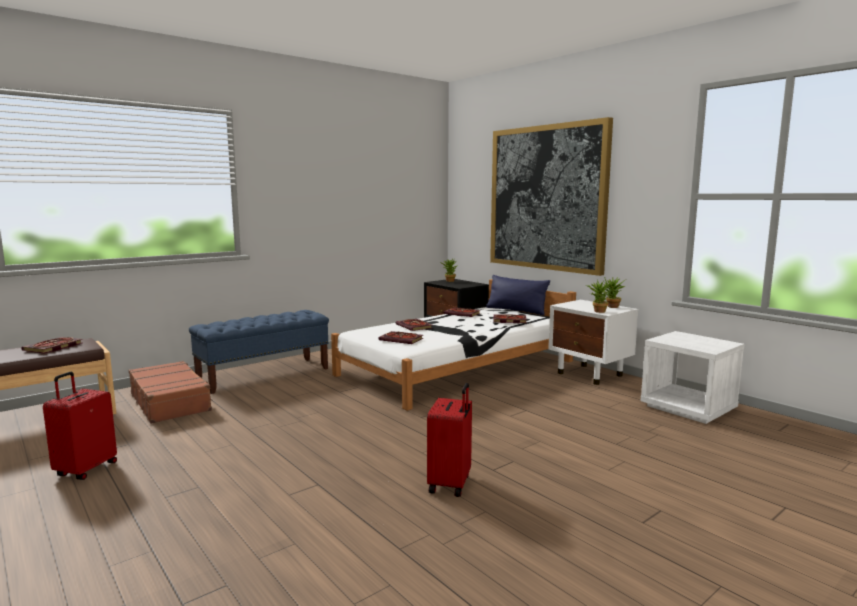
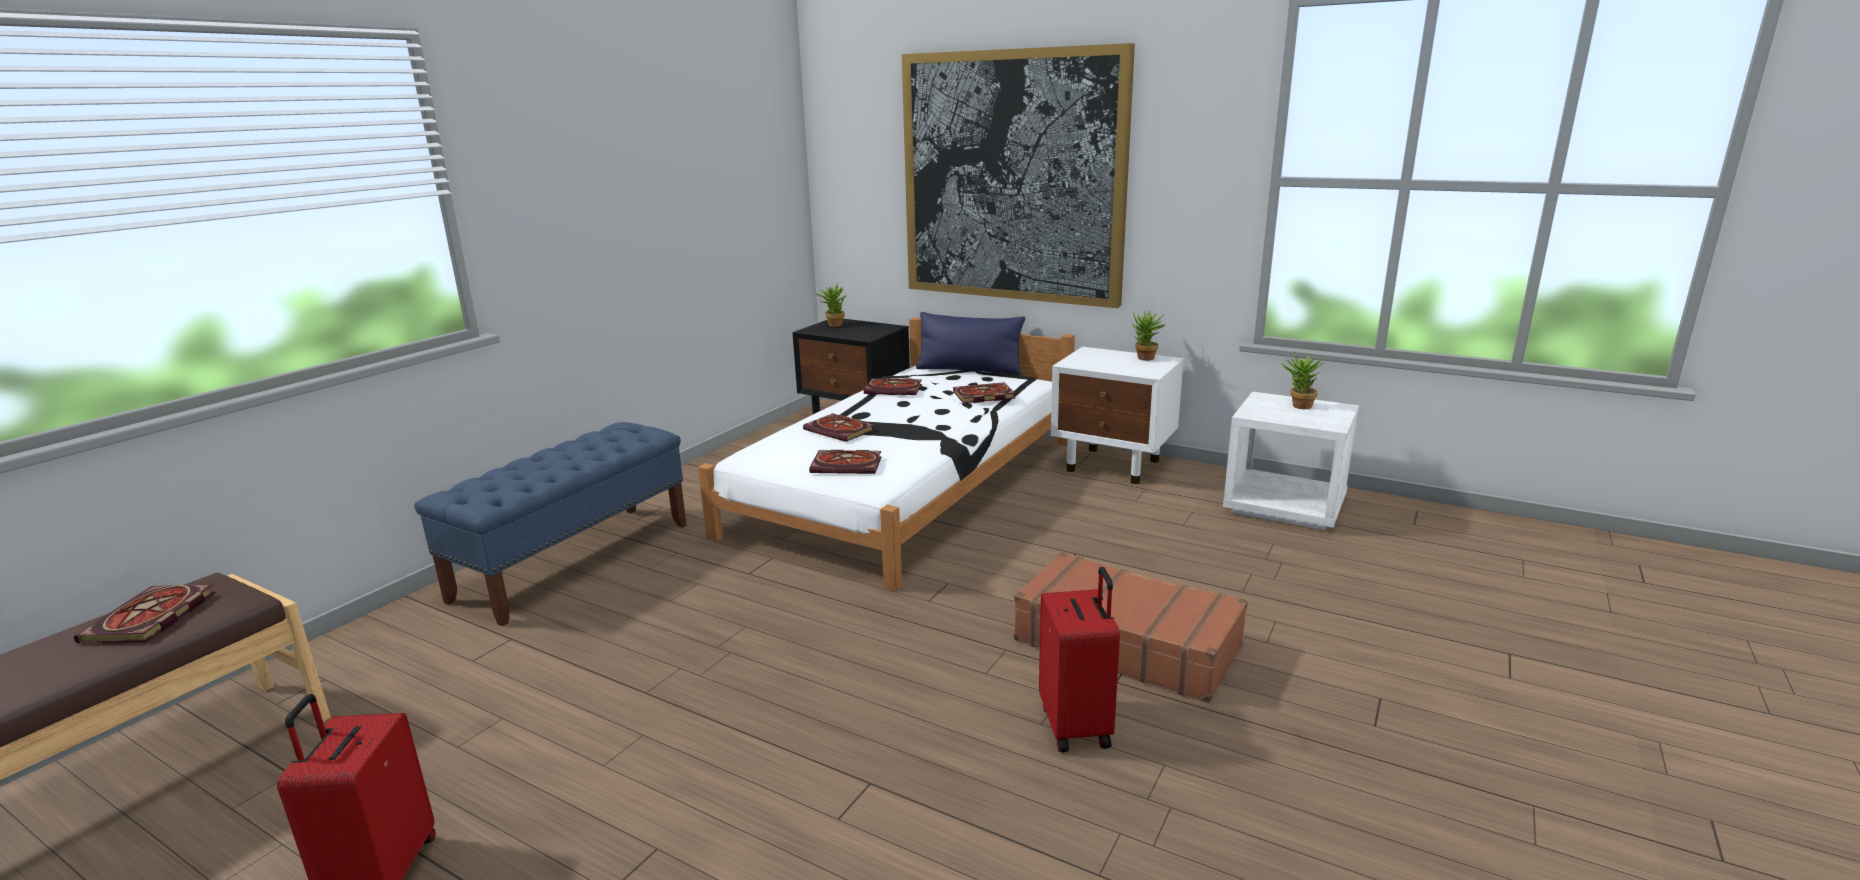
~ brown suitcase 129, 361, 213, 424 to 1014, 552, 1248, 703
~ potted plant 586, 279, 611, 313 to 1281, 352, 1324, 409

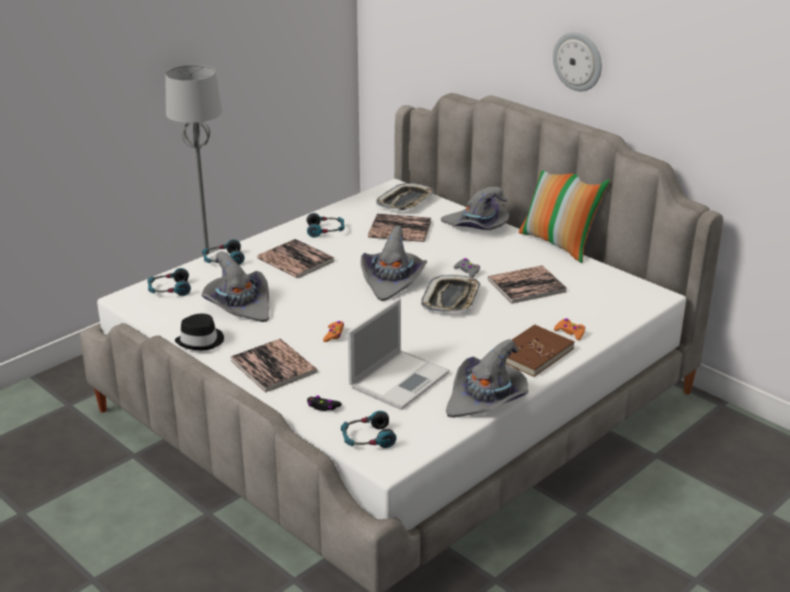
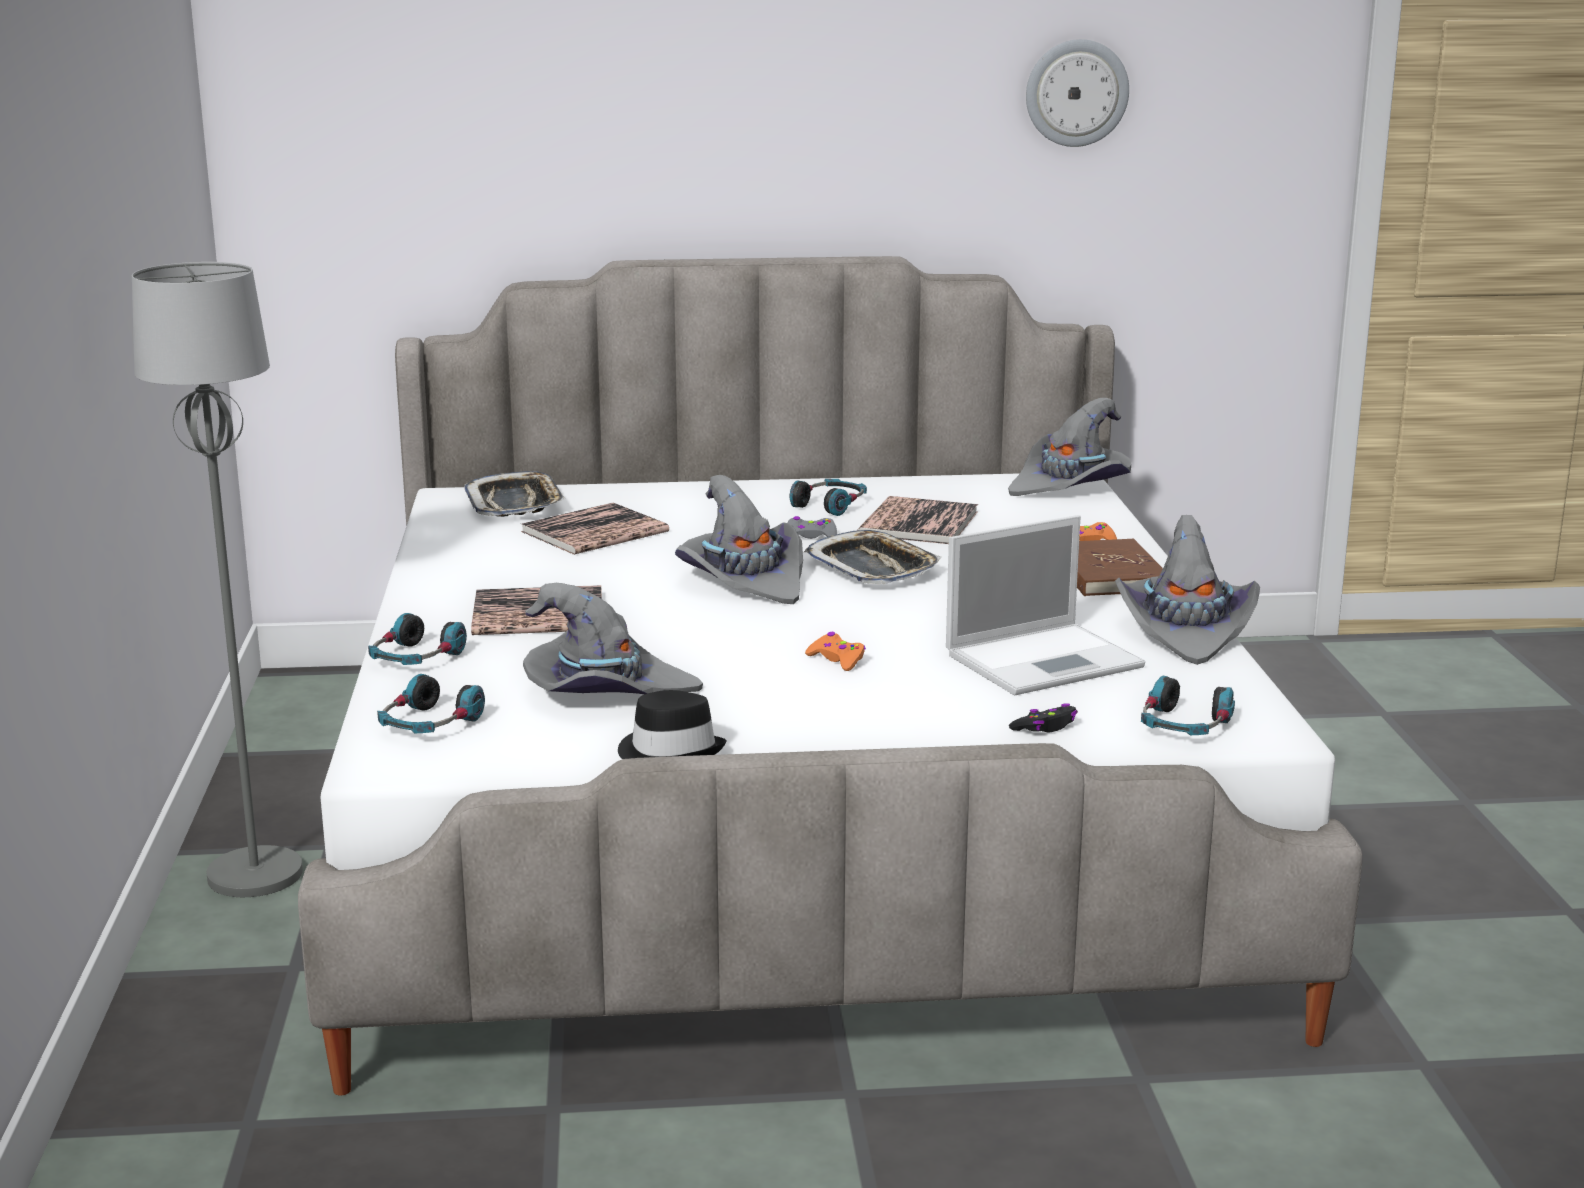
~ headphones 306, 213, 345, 238 to 790, 479, 867, 516
~ laptop 348, 298, 450, 410 = 946, 515, 1145, 695 75 degrees clockwise
~ grey hat 441, 187, 509, 230 to 1008, 398, 1131, 496
~ wall clock 553, 32, 602, 91 to 1026, 39, 1129, 147
- book 230, 339, 318, 393
- pillow 519, 171, 610, 263

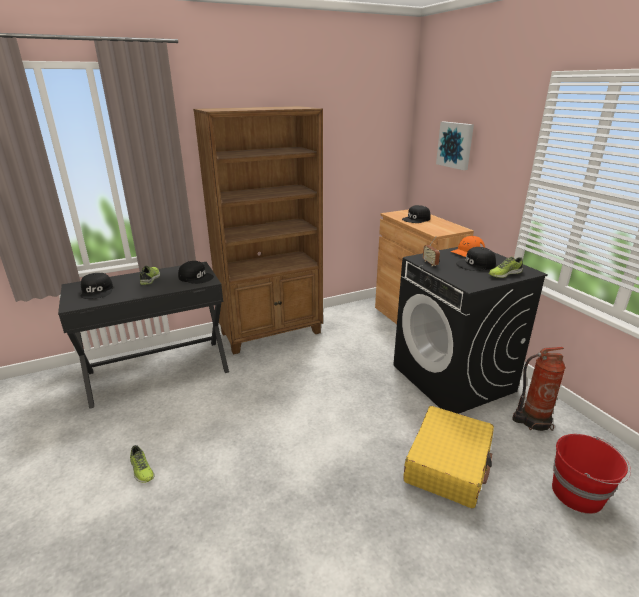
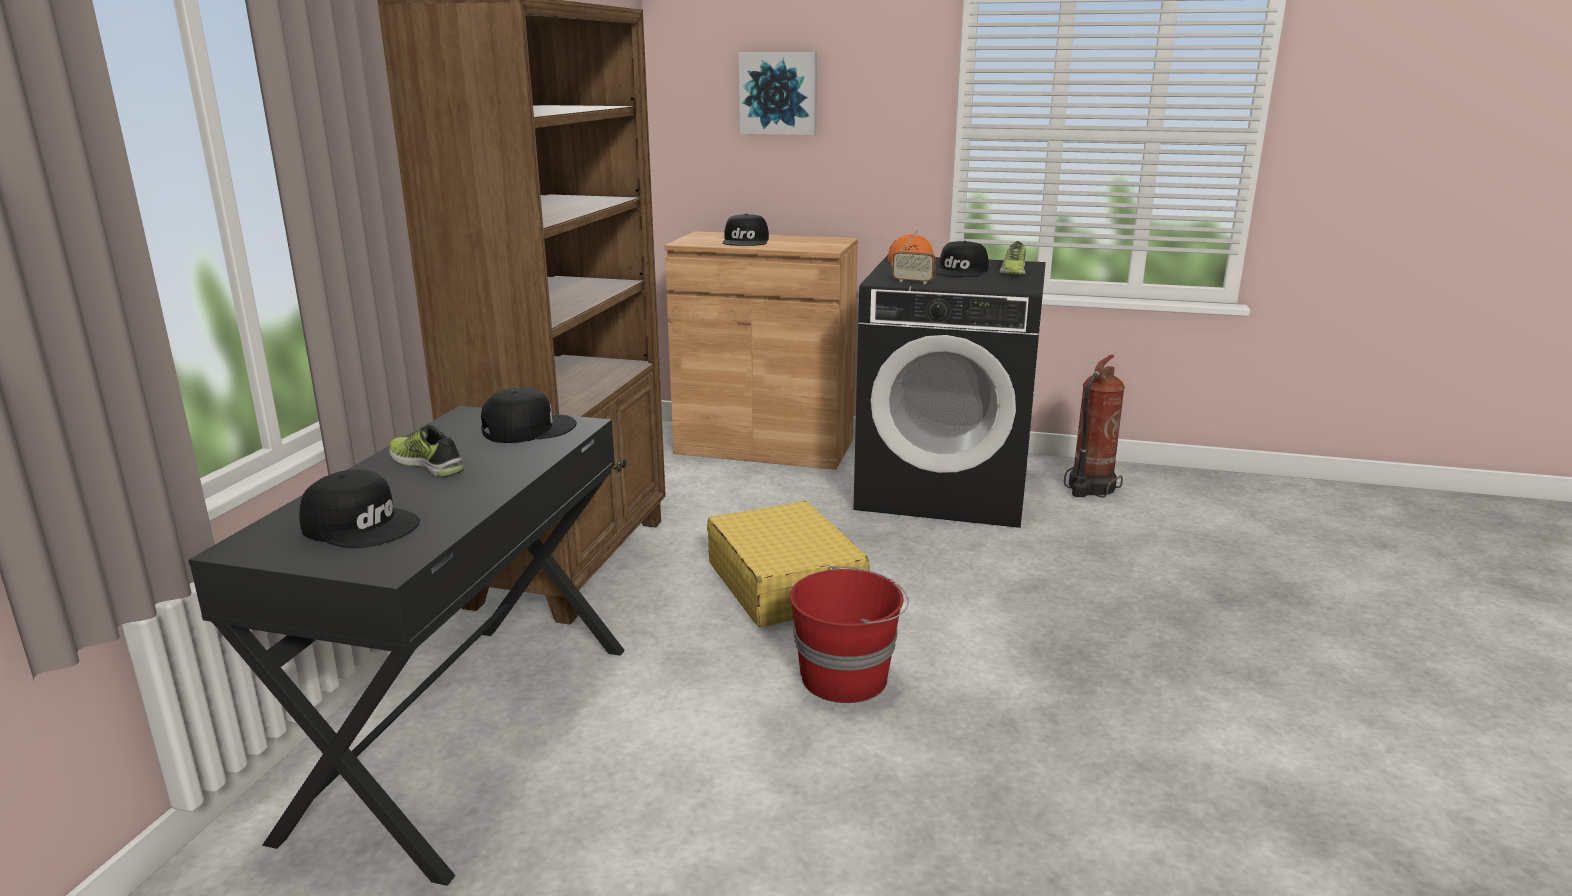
~ yellow suitcase 403, 406, 494, 508 to 707, 501, 870, 627
~ red bucket 552, 434, 631, 514 to 790, 566, 909, 703
- shoe 130, 445, 155, 483

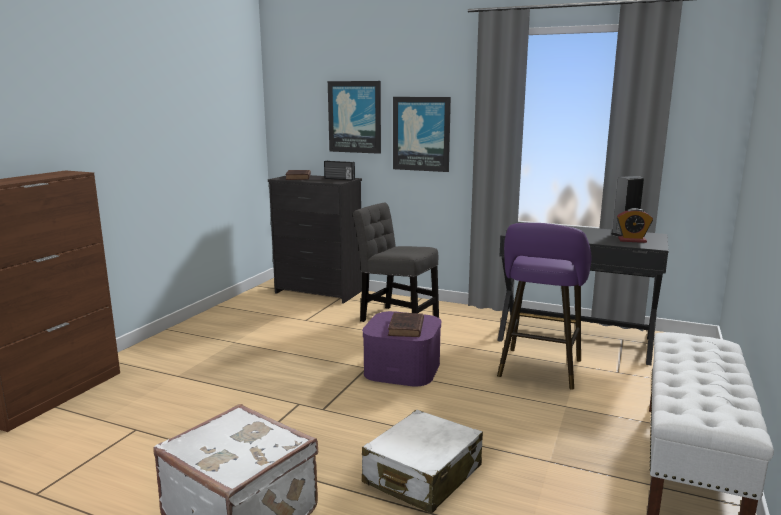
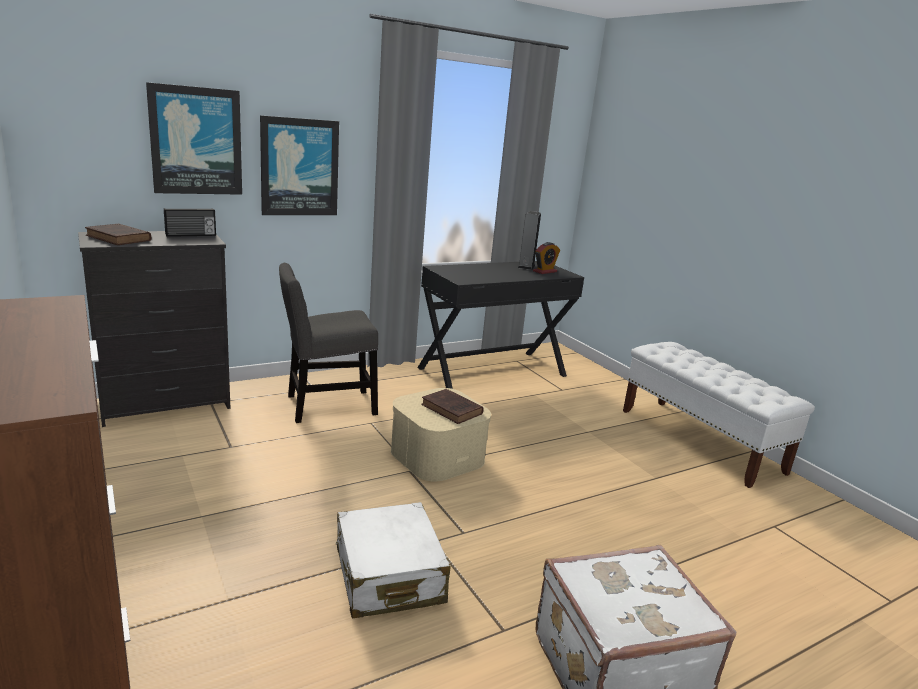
~ white suitcase 362, 410, 483, 513 to 336, 502, 451, 618
~ purple storage box 362, 311, 442, 387 to beige storage box 391, 388, 491, 481
- purple stool 497, 223, 591, 390

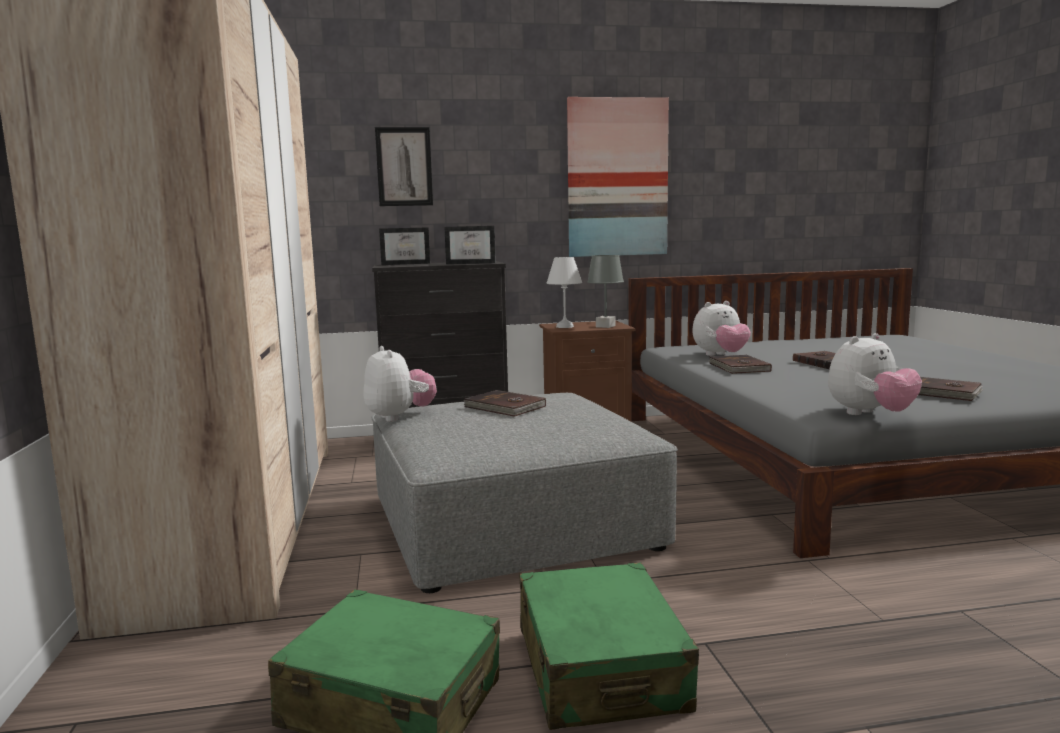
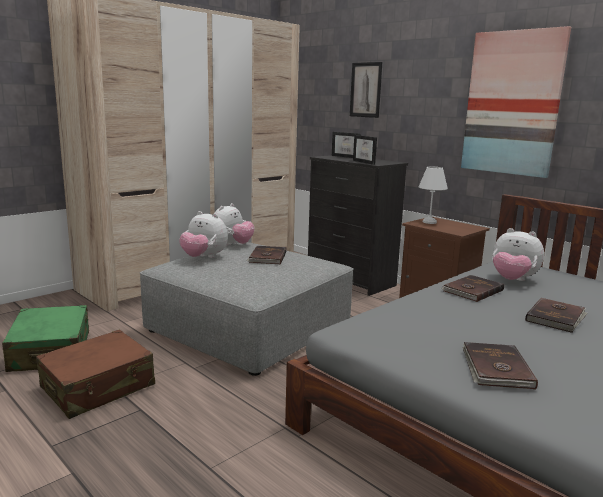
~ green suitcase 520, 562, 699, 730 to brown suitcase 36, 330, 155, 419
~ plush toy 828, 333, 922, 415 to 179, 211, 228, 258
- grey table lamp 587, 255, 624, 328

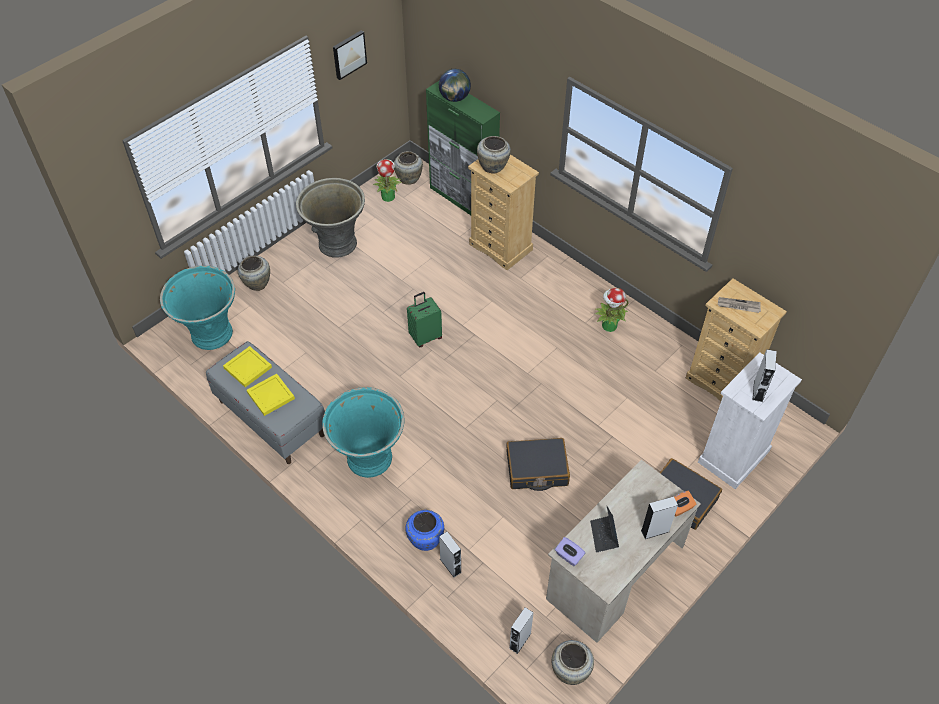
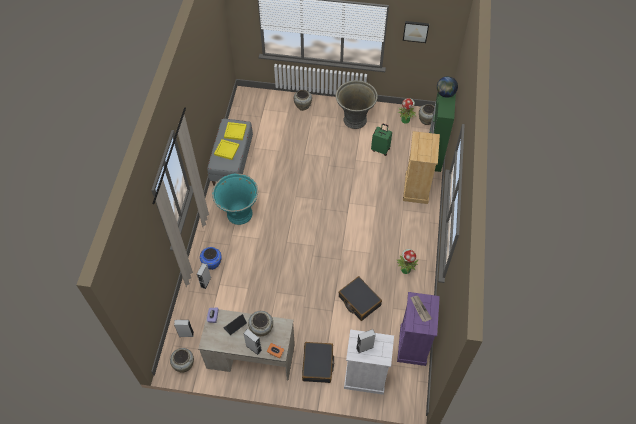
~ beige vase 477, 136, 511, 173 to 248, 311, 273, 336
~ black suitcase 506, 438, 570, 491 to 338, 276, 382, 321
~ green suitcase 407, 292, 442, 347 to 371, 123, 392, 156
~ beige dresser 686, 278, 787, 401 to purple dresser 397, 292, 440, 366
- turquoise planter 160, 266, 235, 350

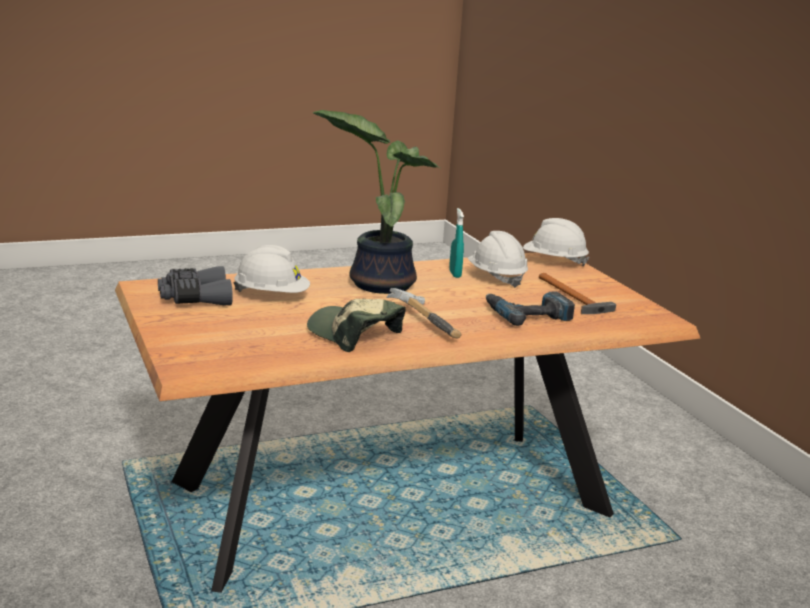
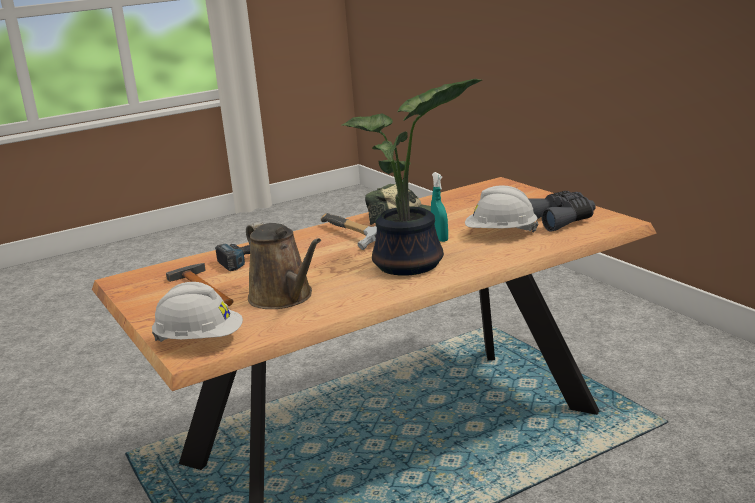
~ white hard hat 468, 231, 528, 288 to brown watering can 246, 222, 321, 309
~ turquoise spray bottle 449, 208, 464, 278 to 431, 172, 448, 242

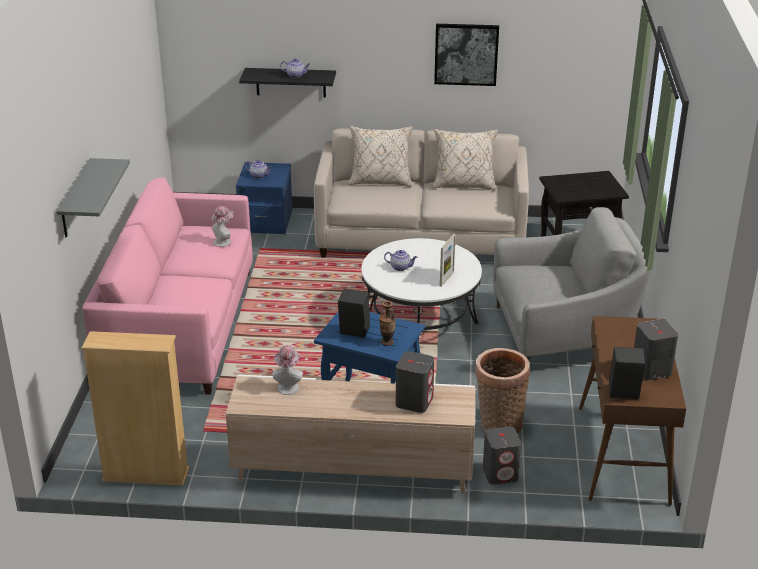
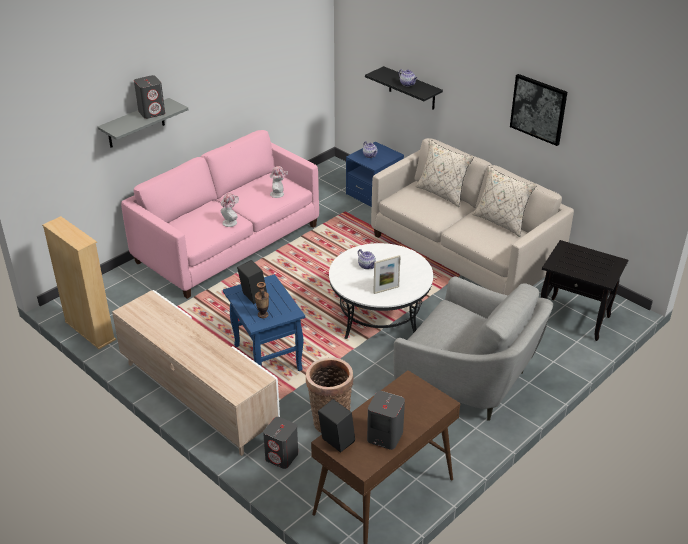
~ grey speaker 396, 351, 434, 413 to 134, 75, 165, 119
~ hat 272, 345, 303, 395 to 221, 193, 239, 227

